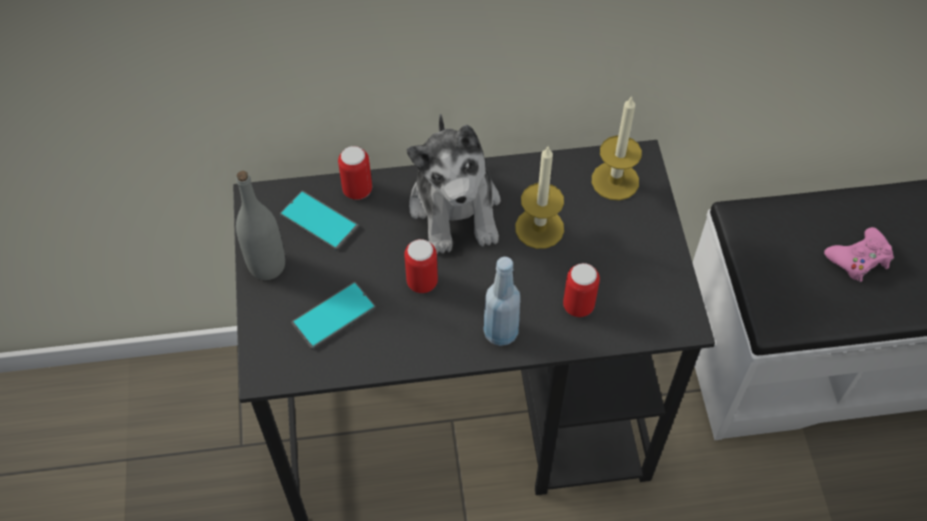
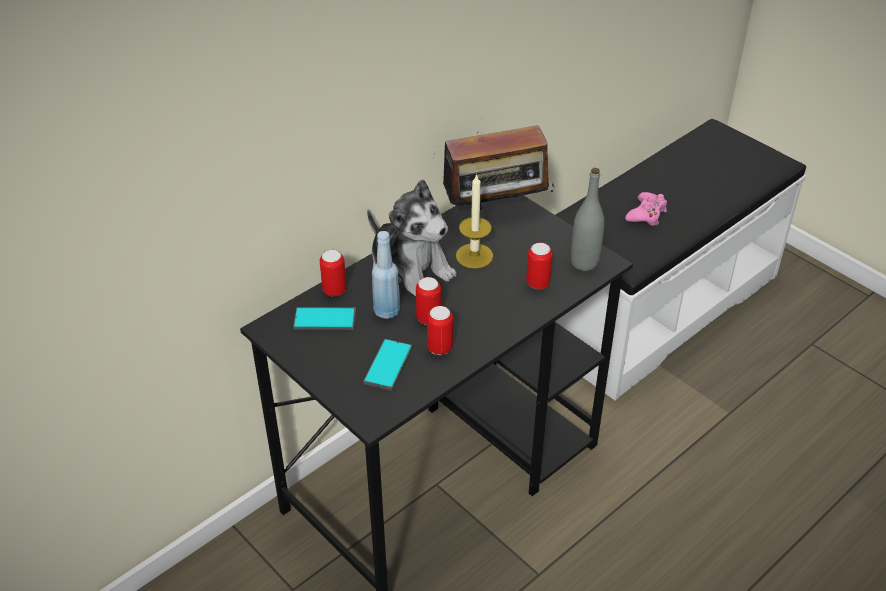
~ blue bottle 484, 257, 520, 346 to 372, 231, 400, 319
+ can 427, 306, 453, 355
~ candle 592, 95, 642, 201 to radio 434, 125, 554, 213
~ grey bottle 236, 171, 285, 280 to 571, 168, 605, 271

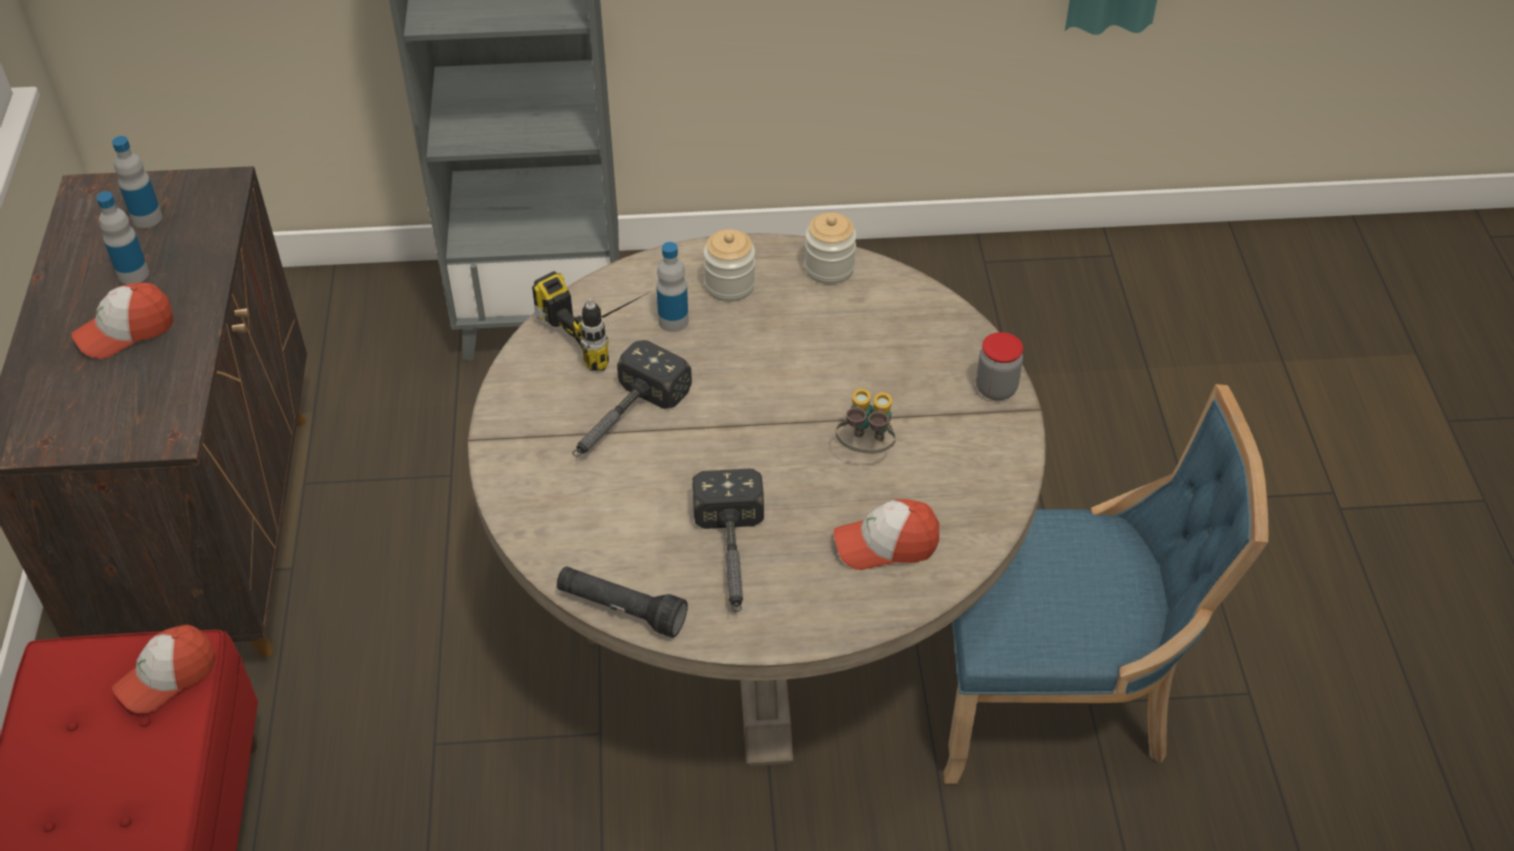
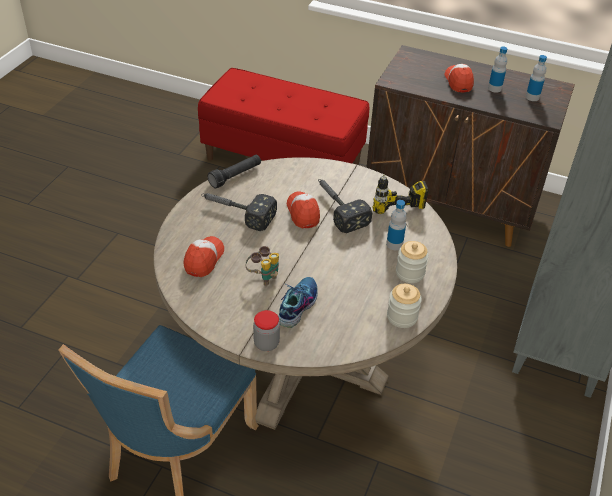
+ shoe 278, 277, 318, 328
~ cap 112, 625, 215, 713 to 287, 191, 320, 229

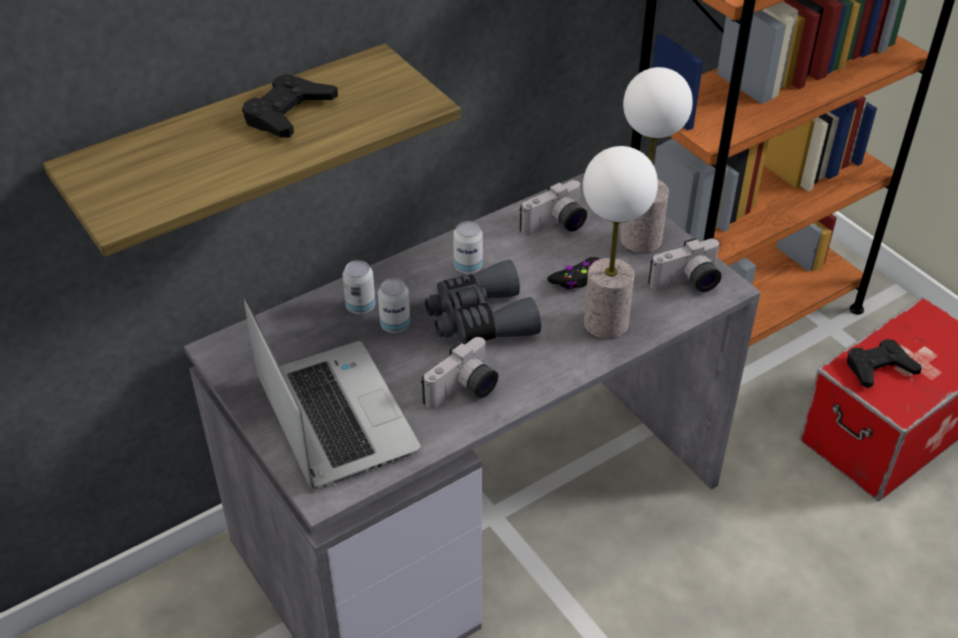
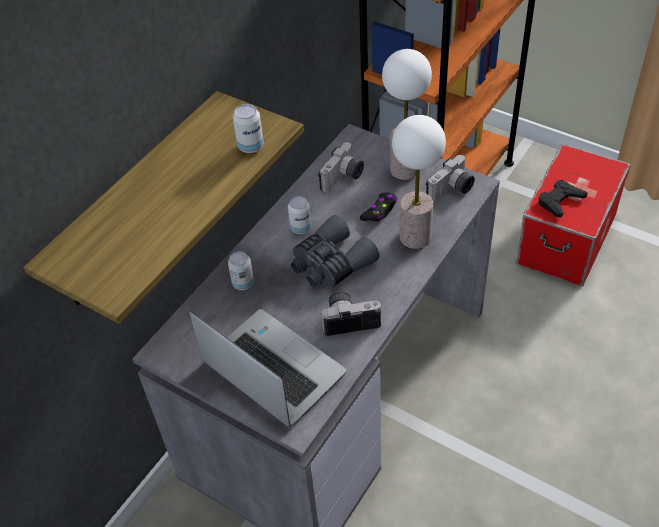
~ can 378, 278, 410, 333 to 233, 104, 264, 153
~ photo camera 421, 337, 498, 409 = 320, 292, 381, 336 120 degrees counterclockwise
- black game controller 242, 74, 338, 138

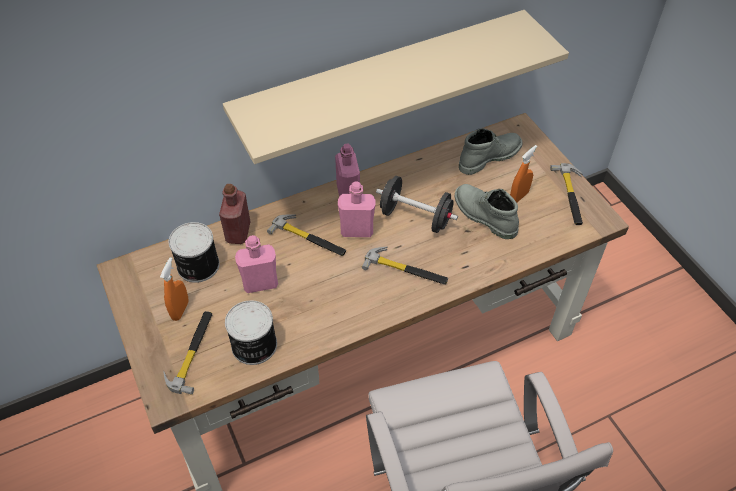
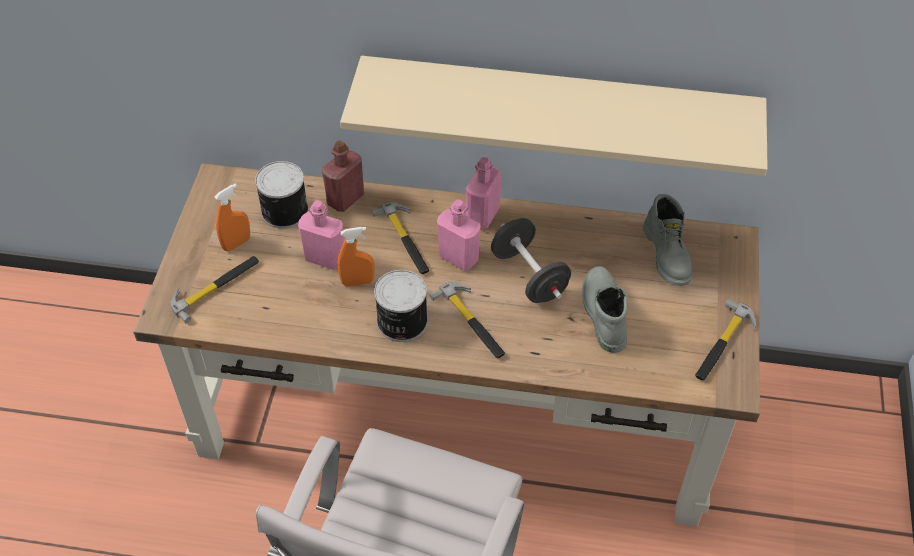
~ orange spray bottle 510, 145, 537, 202 to 338, 227, 374, 287
~ can 225, 300, 277, 365 to 374, 270, 428, 342
~ grey boot 459, 128, 523, 175 = 643, 194, 693, 286 75 degrees clockwise

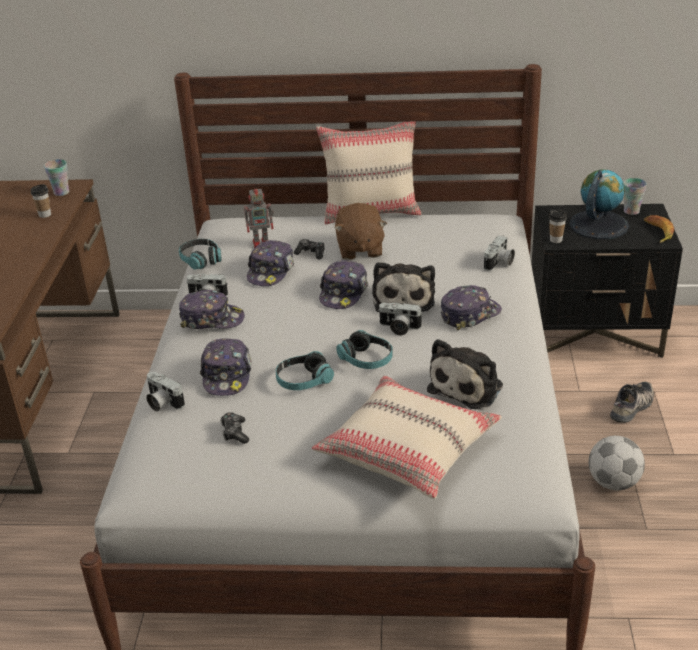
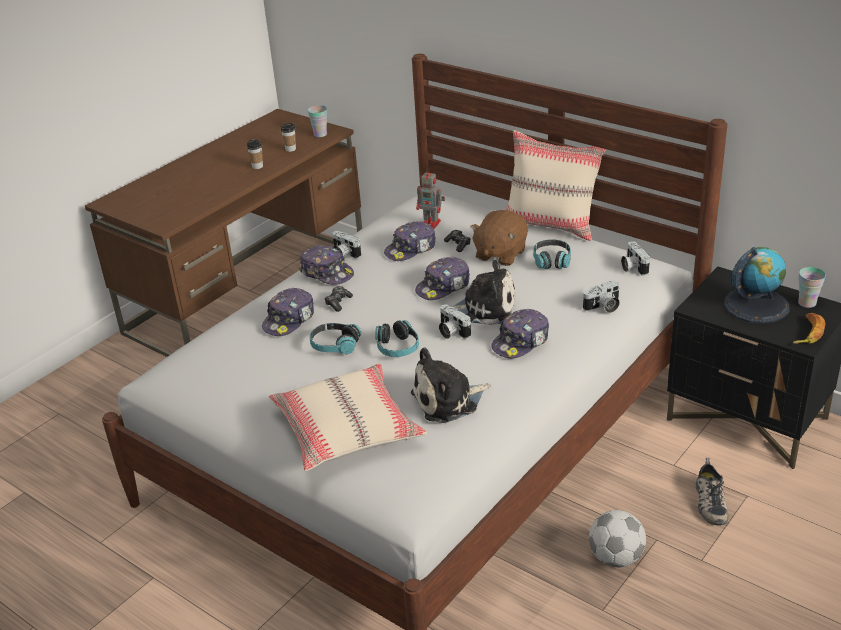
~ cup 549, 210, 567, 243 to 247, 139, 263, 169
~ game controller 220, 412, 249, 444 to 325, 286, 353, 312
~ plush toy 372, 262, 435, 312 = 452, 260, 515, 325 120 degrees counterclockwise
~ cap 441, 285, 502, 330 = 491, 309, 549, 359 135 degrees clockwise
~ headphones 179, 239, 222, 270 to 533, 239, 571, 269
~ photo camera 146, 372, 185, 412 to 621, 241, 650, 276
~ shoe 610, 382, 654, 423 = 696, 457, 728, 526 105 degrees clockwise

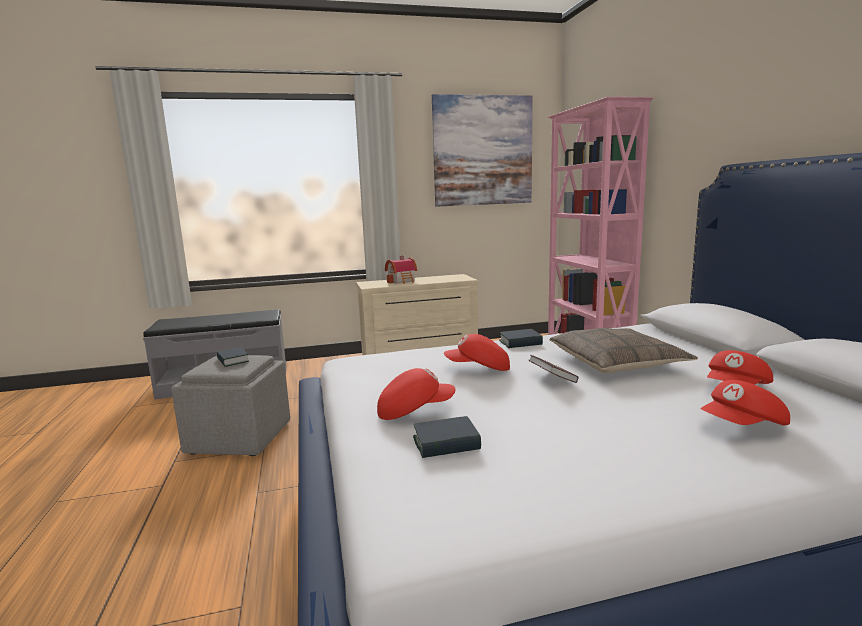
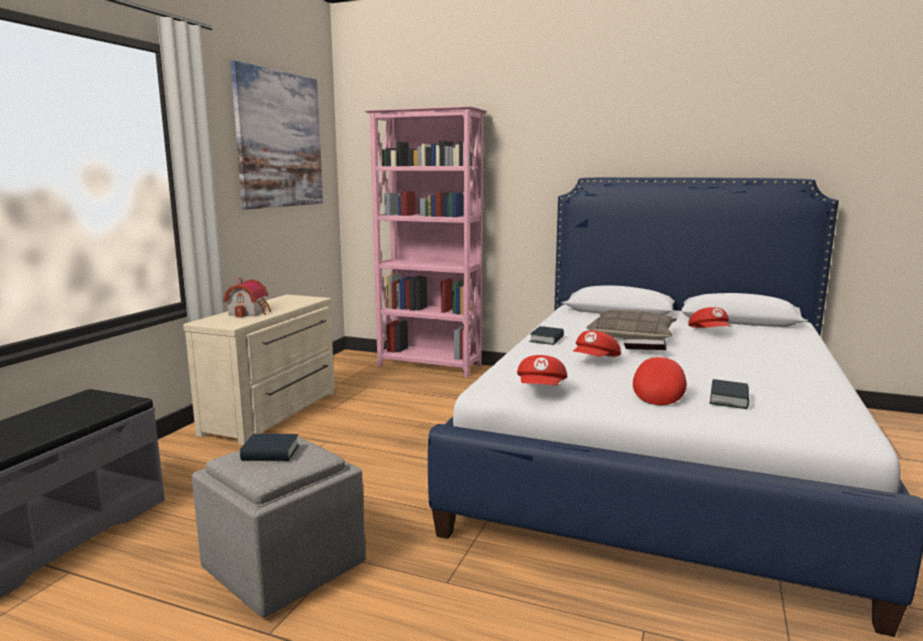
~ red cap 700, 380, 790, 425 to 517, 355, 567, 386

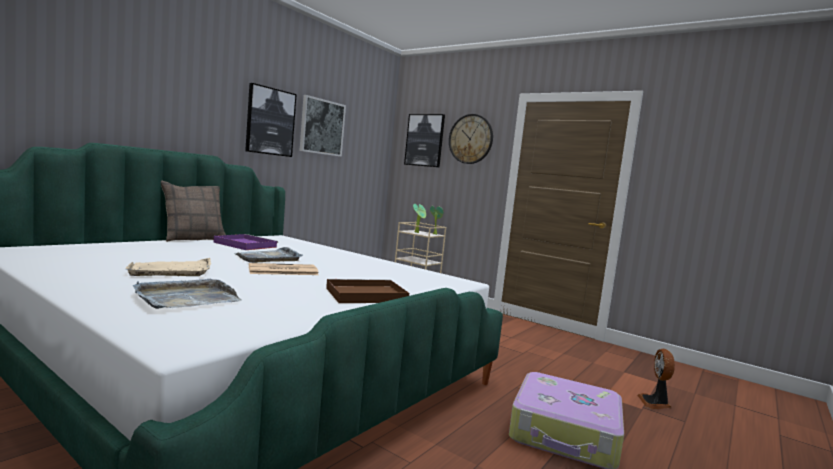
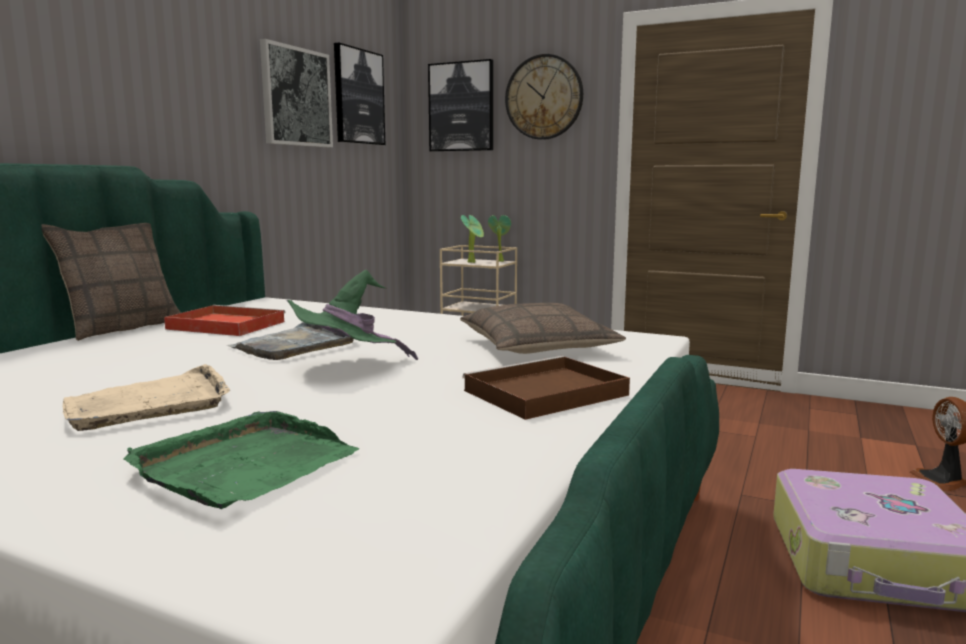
~ grey tray 133, 279, 242, 309 to green tray 123, 411, 359, 509
~ purple tray 213, 234, 278, 250 to red tray 164, 305, 286, 336
~ newspaper 249, 263, 318, 275 to green hat 286, 270, 418, 360
~ picture 245, 83, 297, 157 to 334, 43, 385, 145
+ pillow 460, 303, 626, 354

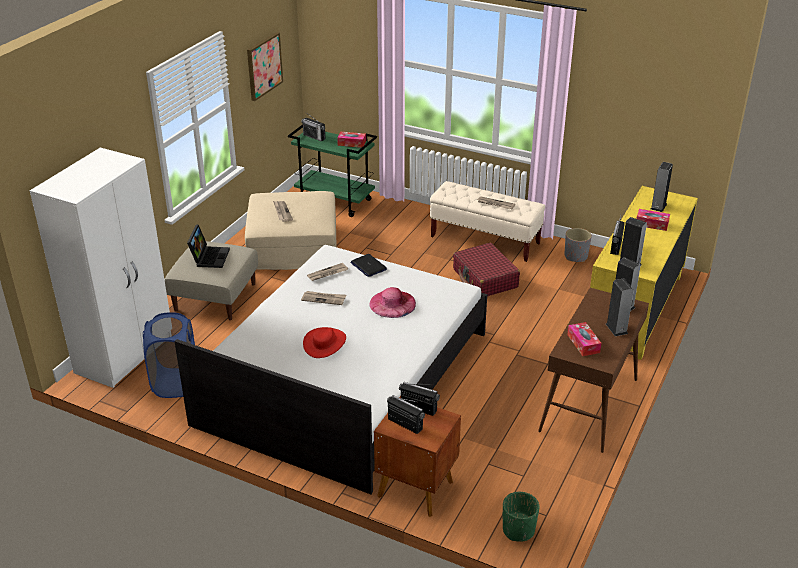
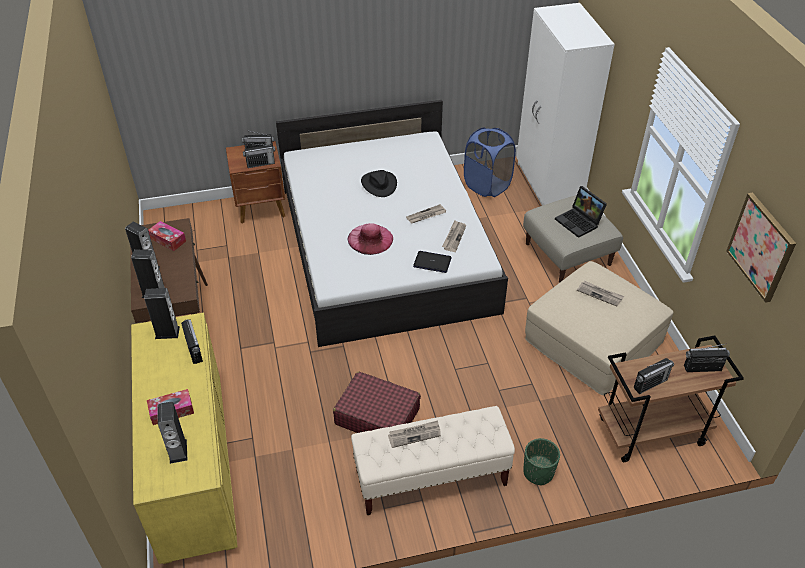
~ red hat 303, 327, 346, 358 to black hat 361, 170, 397, 197
~ green planter 503, 492, 540, 542 to 523, 438, 560, 485
~ green cart 288, 124, 377, 217 to brown cart 598, 336, 744, 462
~ tissue box 337, 132, 366, 148 to radio 634, 358, 674, 394
- grey planter 564, 228, 592, 262

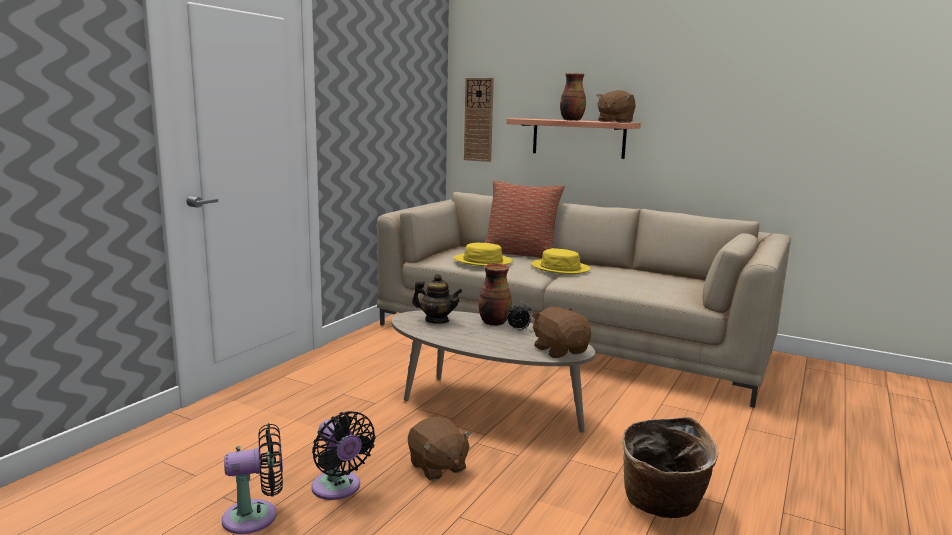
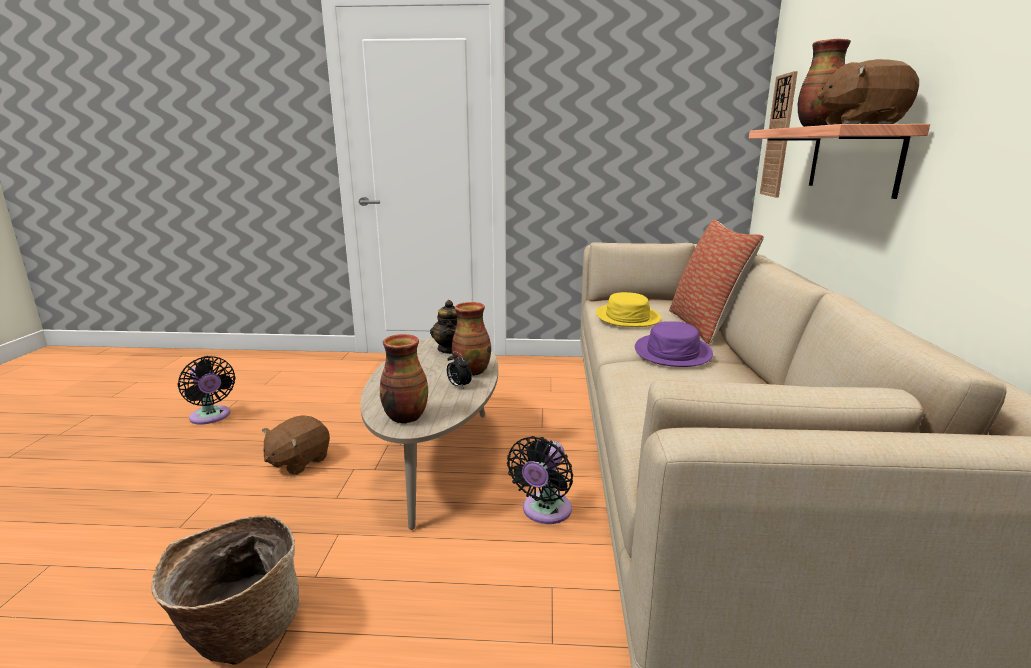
~ brown plush toy 532, 307, 591, 358 to vase 380, 334, 428, 423
~ black fan 311, 411, 376, 500 to 507, 436, 573, 524
~ yellow hat 531, 248, 591, 274 to purple hat 635, 321, 713, 367

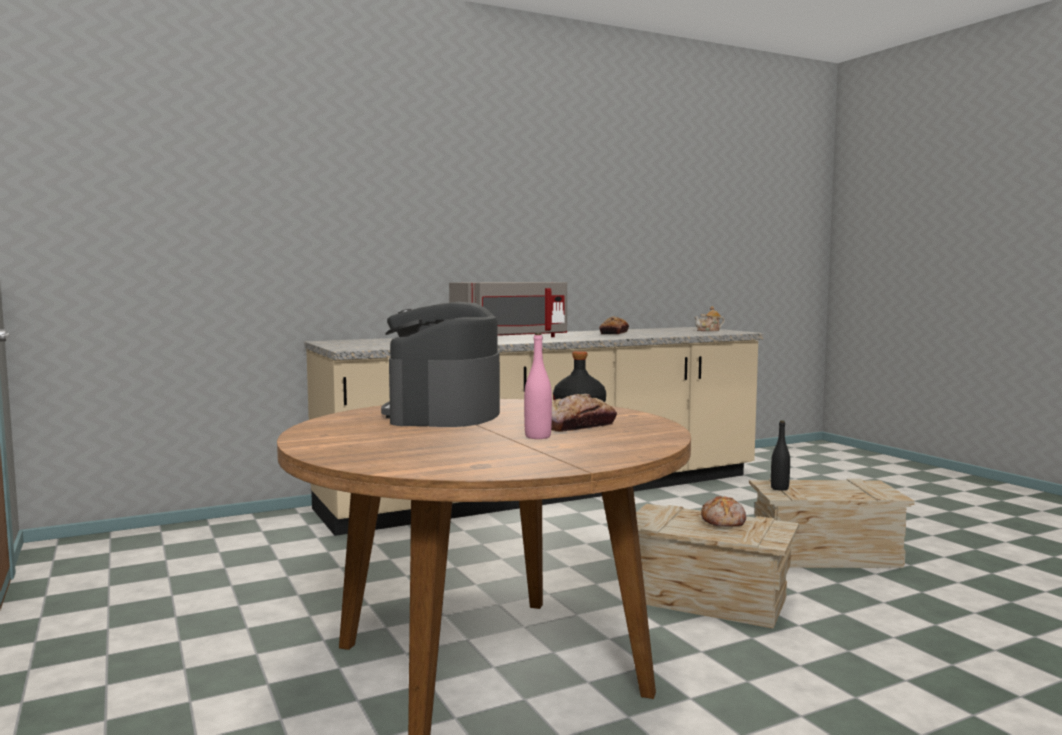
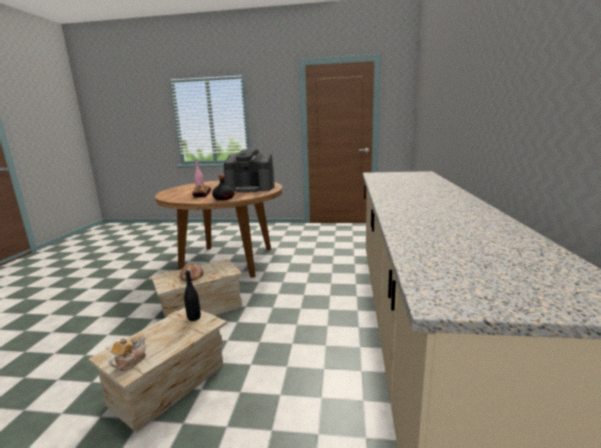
~ teapot 694, 306, 725, 331 to 109, 336, 146, 371
~ coffee machine 381, 302, 500, 427 = 224, 149, 275, 192 150 degrees clockwise
- grey microwave 449, 282, 567, 337
- bread 599, 316, 629, 334

